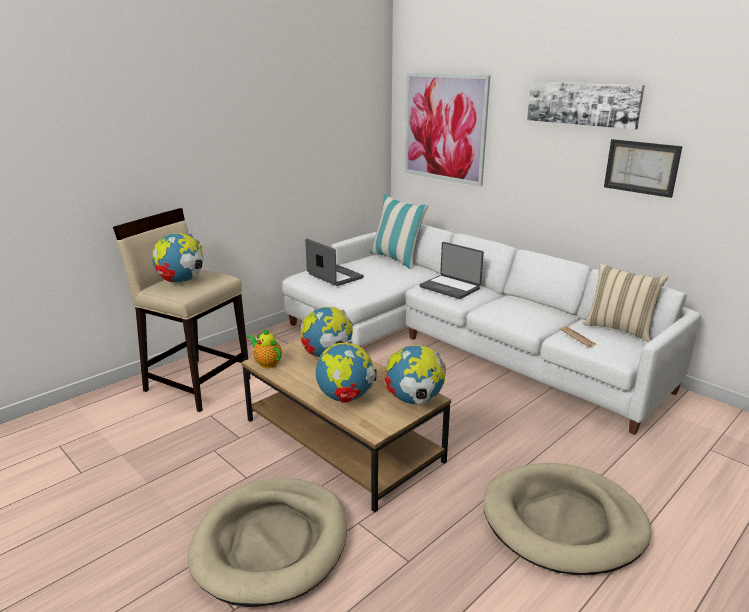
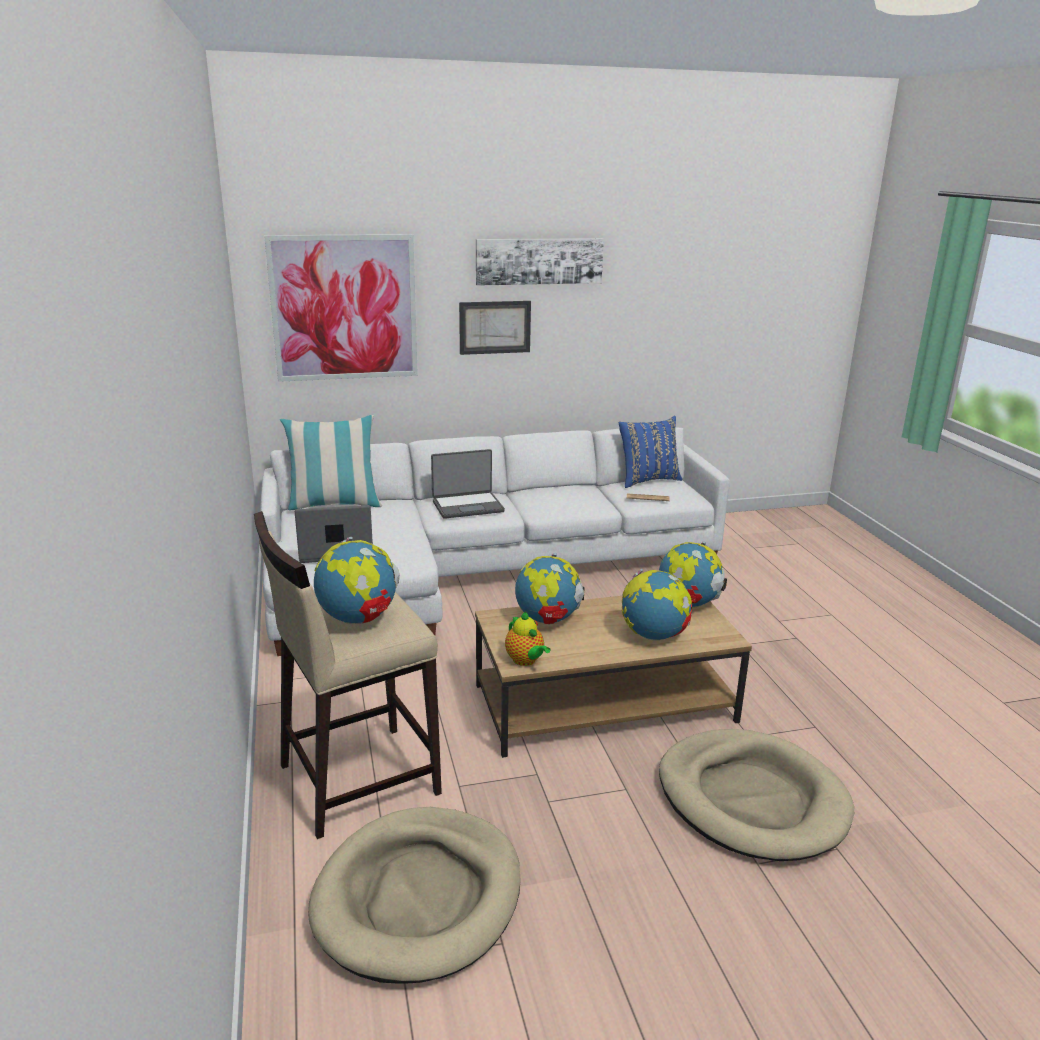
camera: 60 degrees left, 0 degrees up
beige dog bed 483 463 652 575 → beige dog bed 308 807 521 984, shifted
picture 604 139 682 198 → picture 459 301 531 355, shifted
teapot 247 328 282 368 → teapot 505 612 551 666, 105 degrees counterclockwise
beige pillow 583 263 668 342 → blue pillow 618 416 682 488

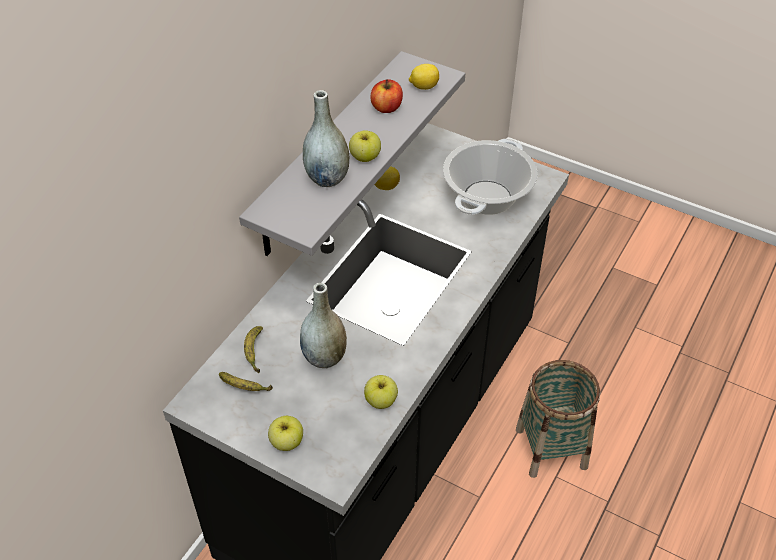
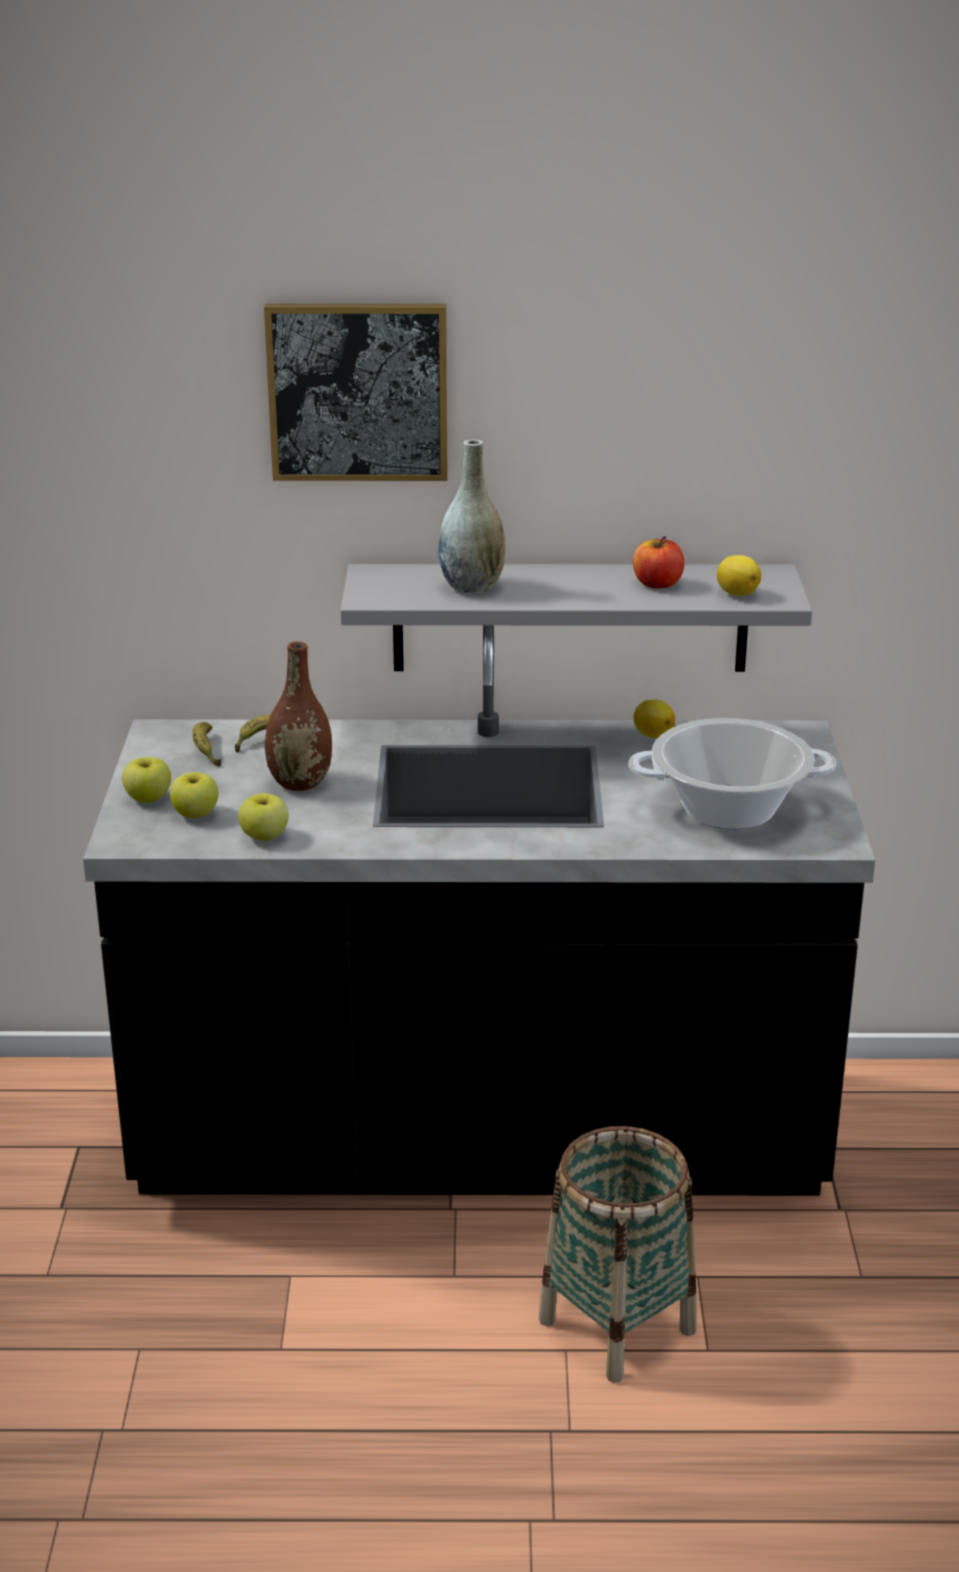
camera: 60 degrees right, 20 degrees down
apple 349 130 381 162 → apple 170 772 219 818, shifted
- → picture 264 304 448 481
grey vase 300 283 347 368 → brown vase 265 642 332 791

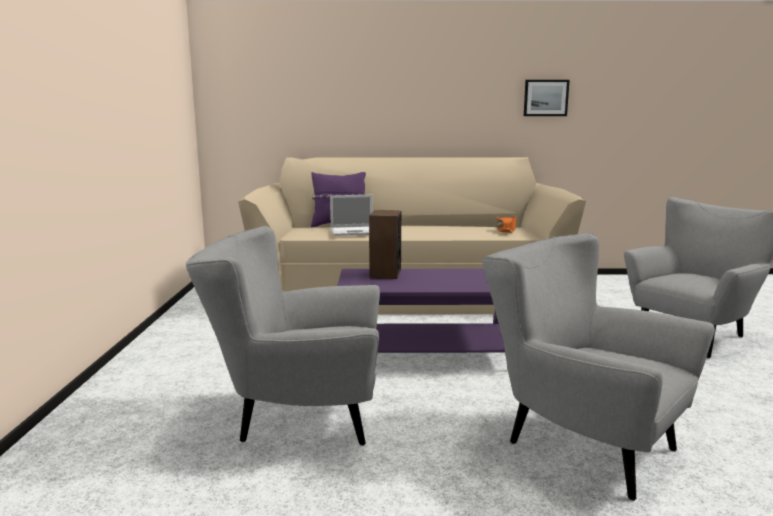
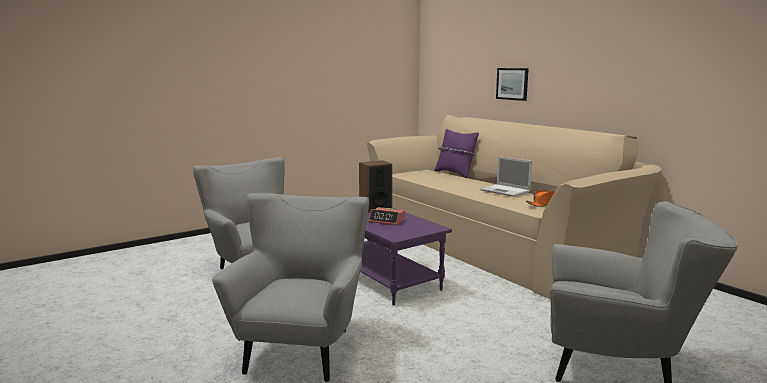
camera: 55 degrees right, 0 degrees up
- → alarm clock 369 207 405 225
laptop 330 195 373 236 → laptop 481 156 532 197, shifted
picture 524 80 570 116 → picture 496 68 529 101, shifted

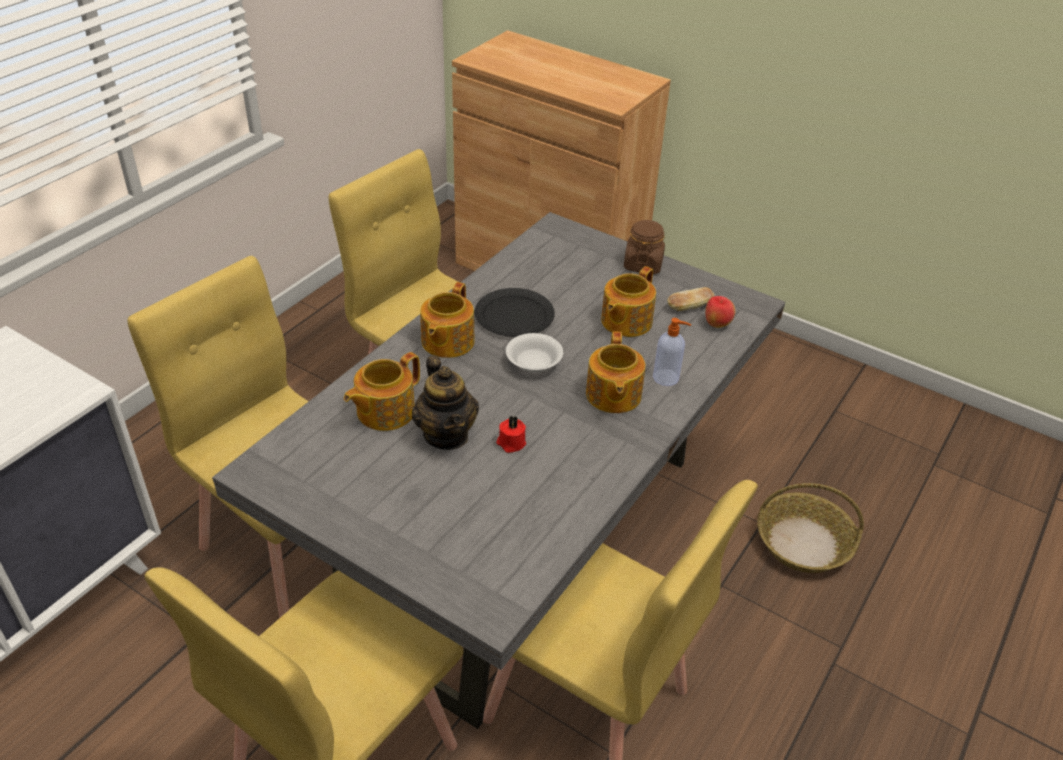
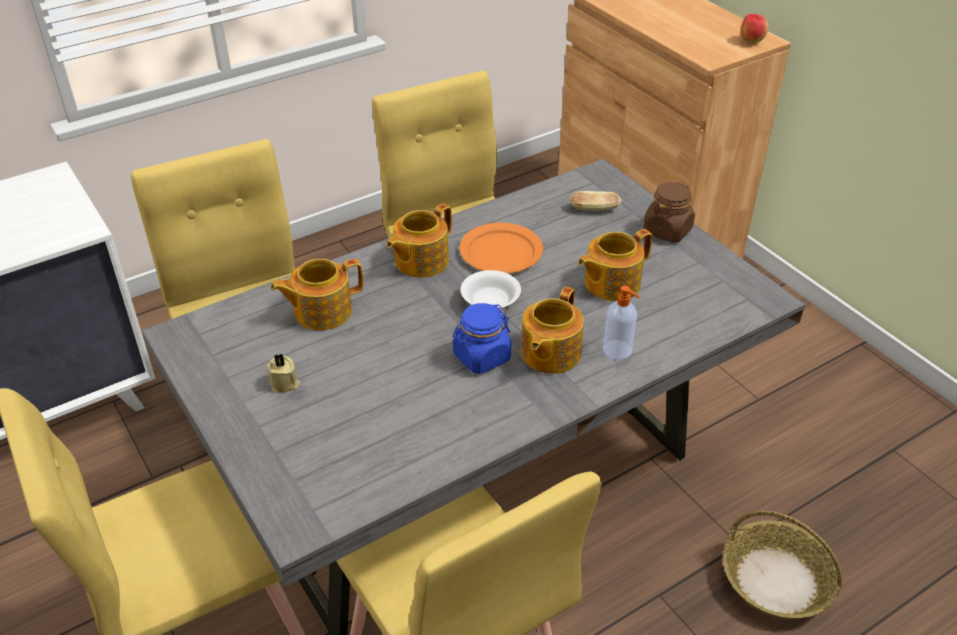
camera: 25 degrees right, 0 degrees up
- → beige candle 267 354 300 393
- → blue jar 452 303 511 374
black plate 475 288 555 337 → orange plate 459 223 543 273
bread 667 287 715 311 → bread 570 191 621 211, shifted
apple 705 296 735 328 → apple 741 14 769 44, shifted
teapot 412 356 479 450 → -
red candle 496 416 526 453 → -

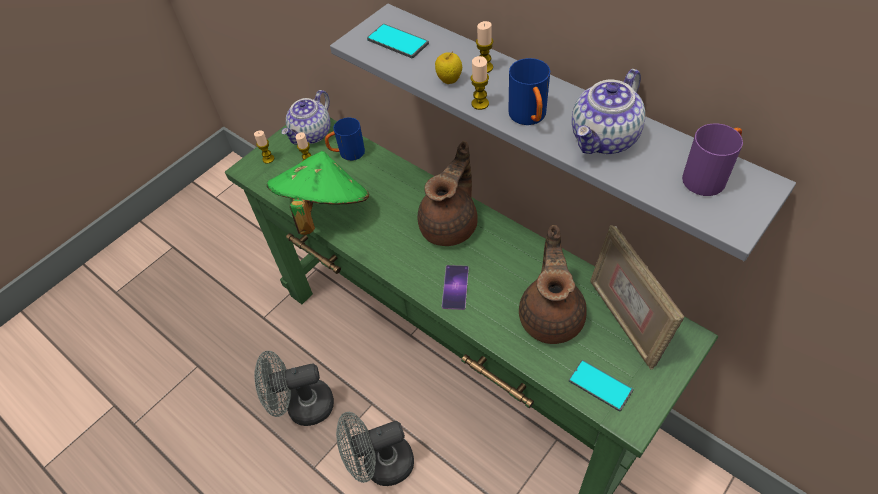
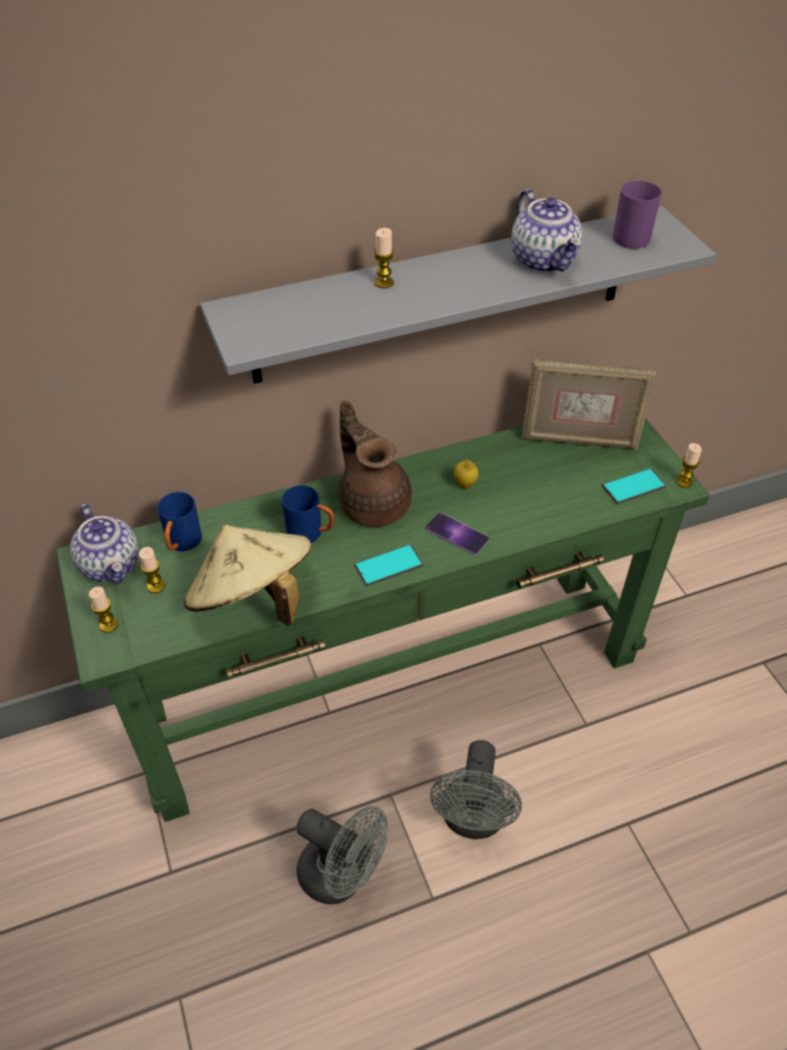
camera: 65 degrees left, 5 degrees down
green hat 267 151 369 235 → beige hat 184 525 311 626
blue mug 508 58 550 125 → blue mug 282 485 335 543, shifted
grey fan 254 351 334 426 → grey fan 297 806 388 904, 75 degrees counterclockwise
phone 367 24 429 58 → phone 355 544 423 586, shifted
apple 435 51 462 84 → apple 454 459 479 489, shifted
candle 470 56 489 110 → candle 676 443 702 488, shifted
brown teapot 519 225 587 344 → -

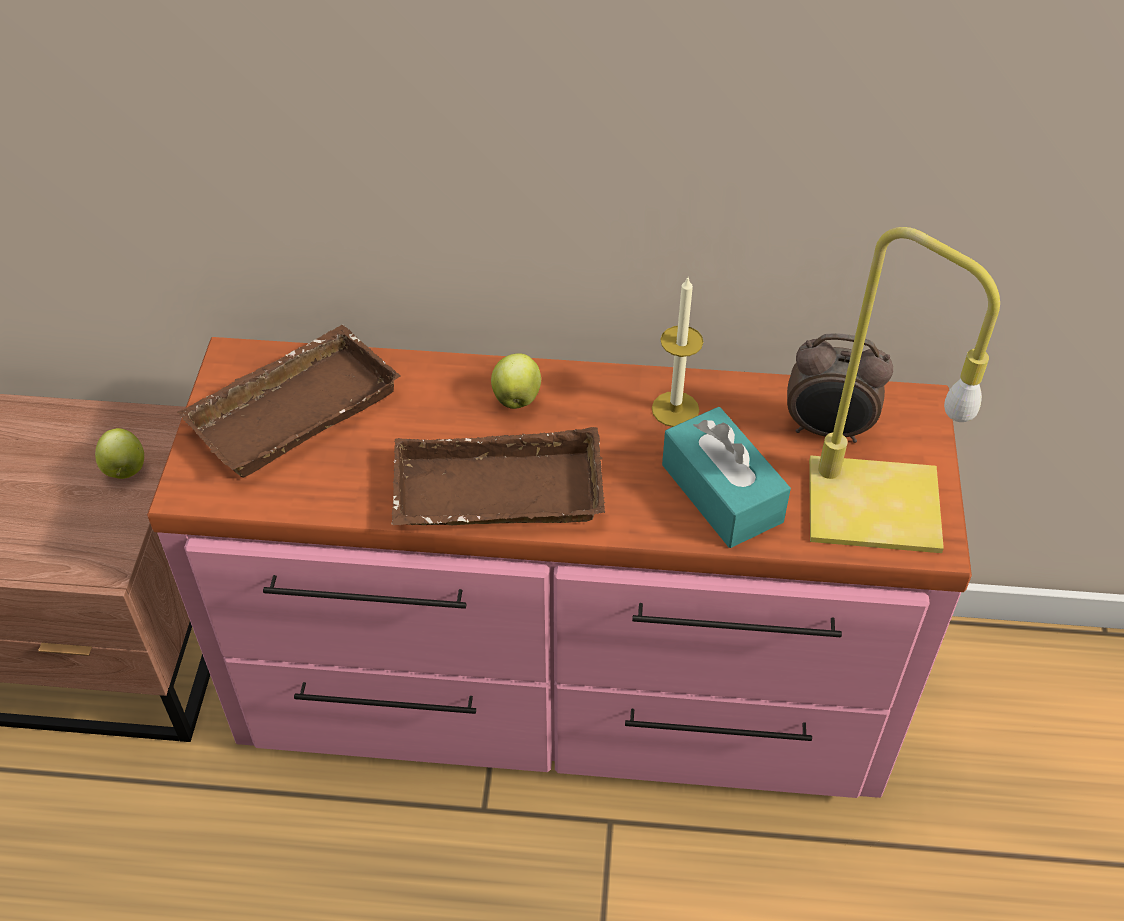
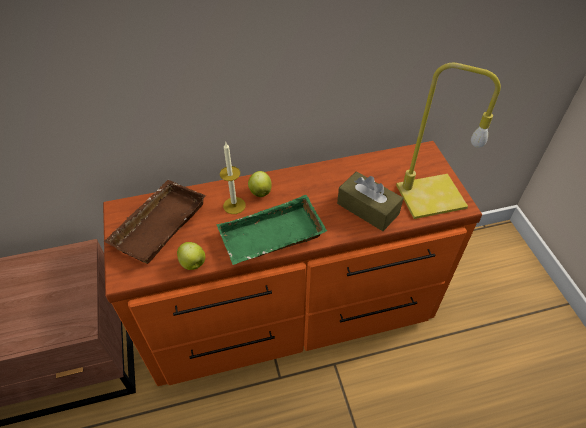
camera: 20 degrees left, 0 degrees up
pink dresser 147 337 972 798 → orange dresser 103 141 482 386
apple 95 428 144 479 → apple 177 242 205 270, shifted
brown tray 392 427 605 525 → green tray 217 195 327 265
candle 652 278 703 427 → candle 220 143 246 214, shifted
turquoise tissue box 662 407 791 548 → brown tissue box 337 171 403 231
alarm clock 787 333 893 443 → -

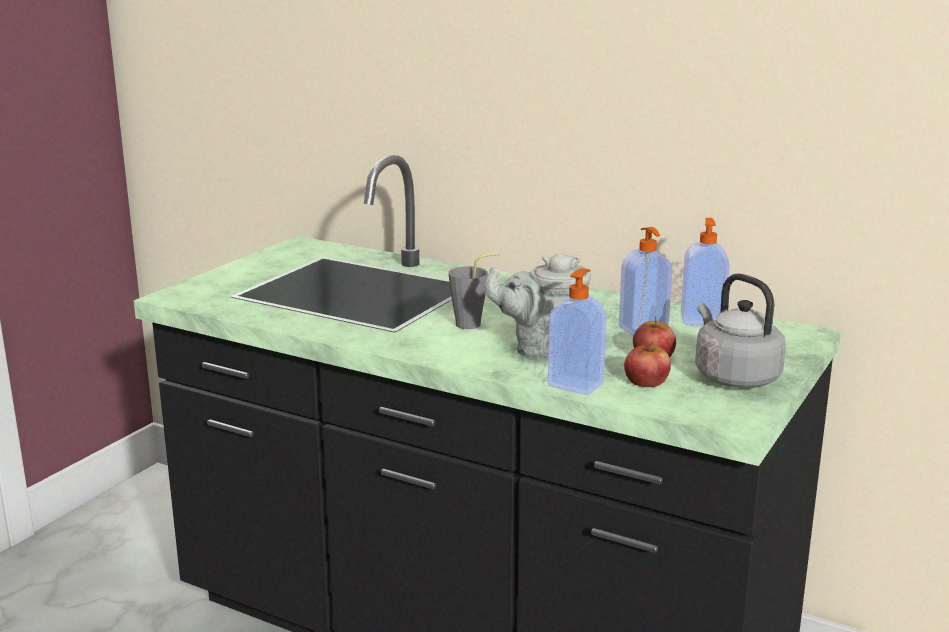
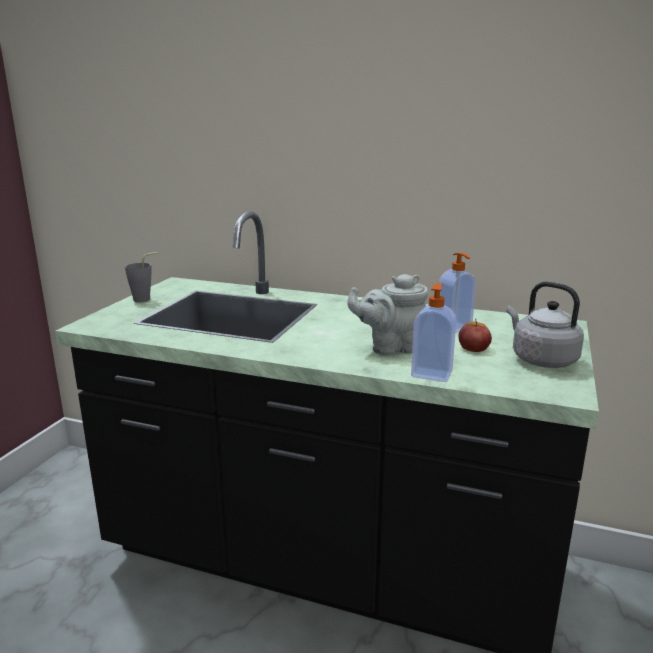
camera: 10 degrees left, 0 degrees up
grey cup 448 253 499 329 → grey cup 124 252 159 302, shifted
apple 624 341 671 387 → -
soap dispenser 681 218 730 325 → -

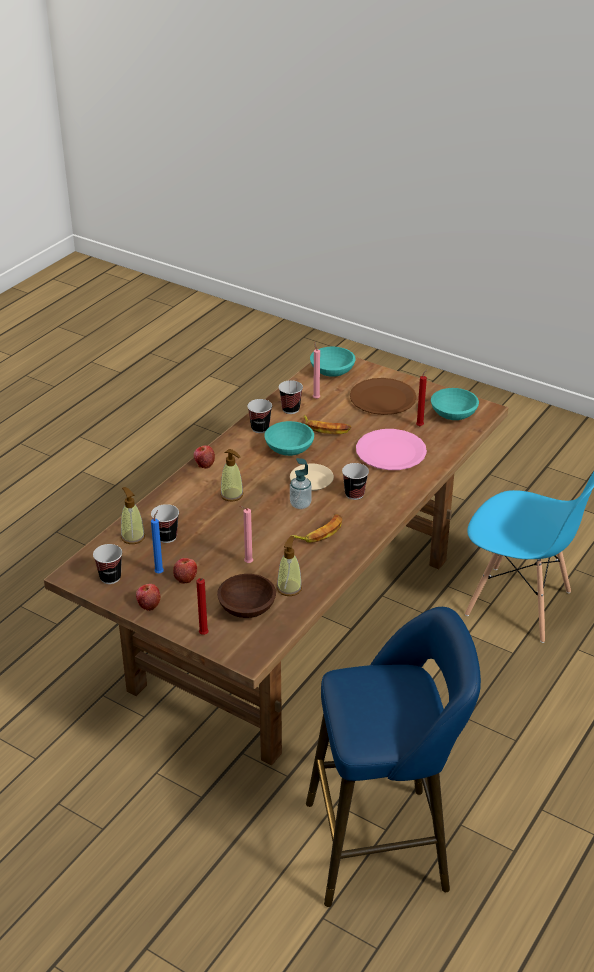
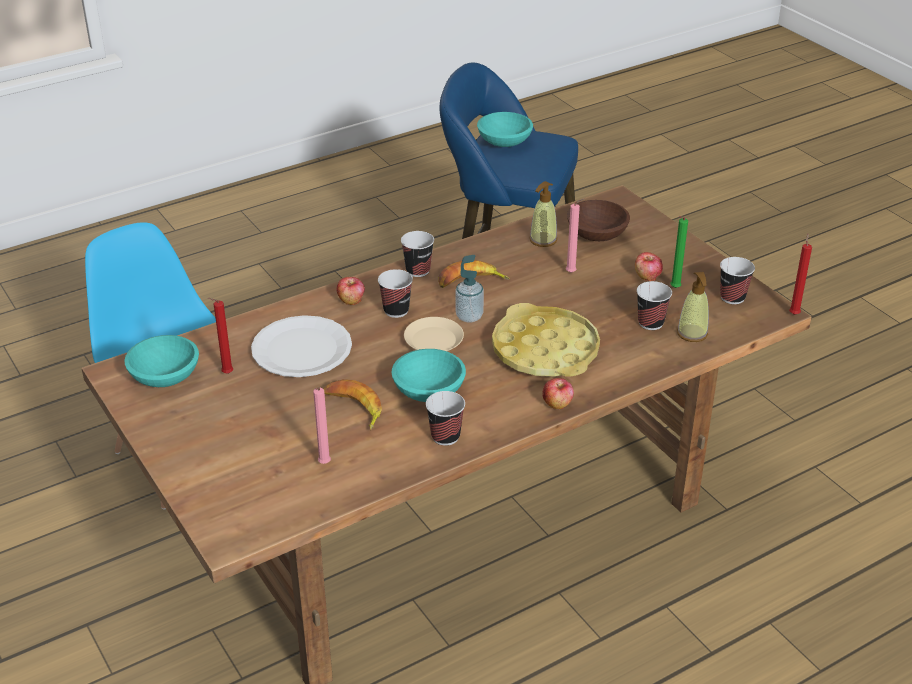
camera: 155 degrees left, 0 degrees up
pink plate 356 429 427 470 → white plate 251 315 352 377
apple 136 584 161 611 → apple 337 277 365 305, shifted
cup 279 380 303 414 → cup 401 231 434 277, shifted
turquoise bowl 310 347 356 377 → turquoise bowl 477 112 533 147, shifted
soap dispenser 220 449 244 502 → yellow tray 492 303 600 377
blue candle 151 510 164 573 → green candle 670 216 688 288
red candle 196 578 209 635 → red candle 789 233 812 315, shifted
brown plate 350 378 417 415 → -

